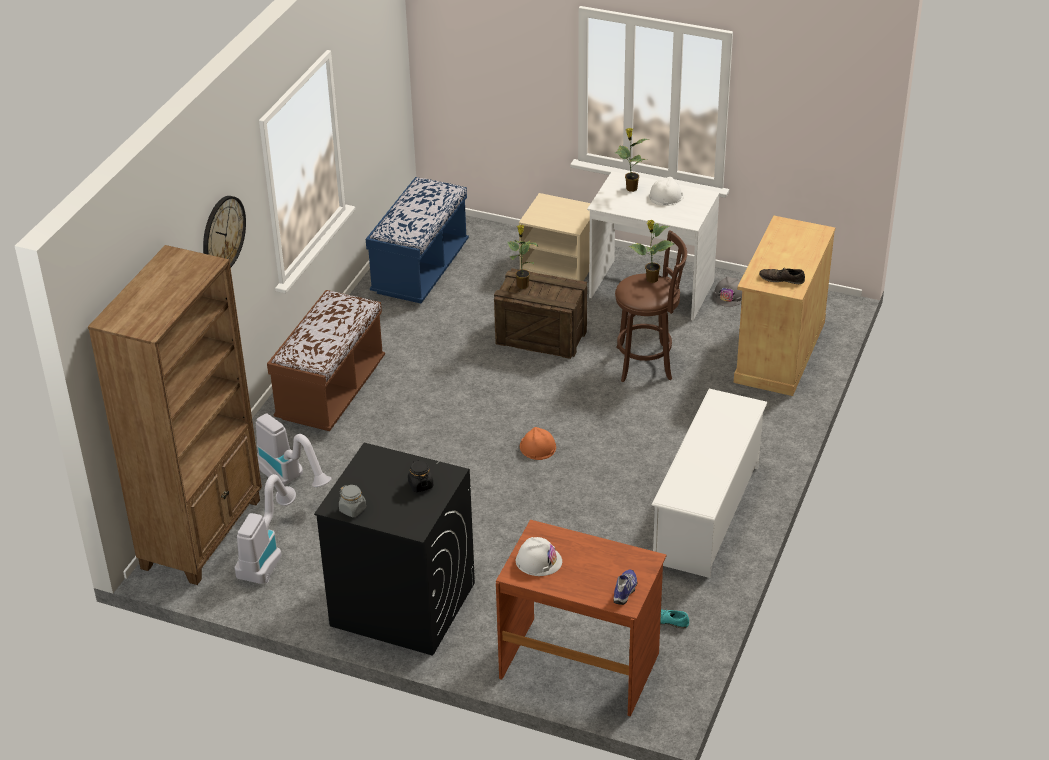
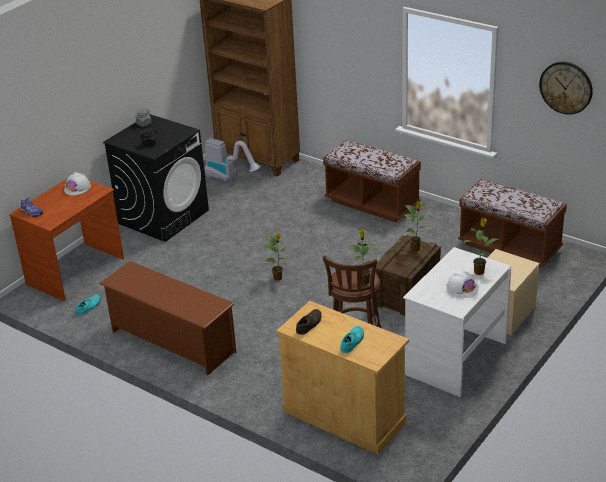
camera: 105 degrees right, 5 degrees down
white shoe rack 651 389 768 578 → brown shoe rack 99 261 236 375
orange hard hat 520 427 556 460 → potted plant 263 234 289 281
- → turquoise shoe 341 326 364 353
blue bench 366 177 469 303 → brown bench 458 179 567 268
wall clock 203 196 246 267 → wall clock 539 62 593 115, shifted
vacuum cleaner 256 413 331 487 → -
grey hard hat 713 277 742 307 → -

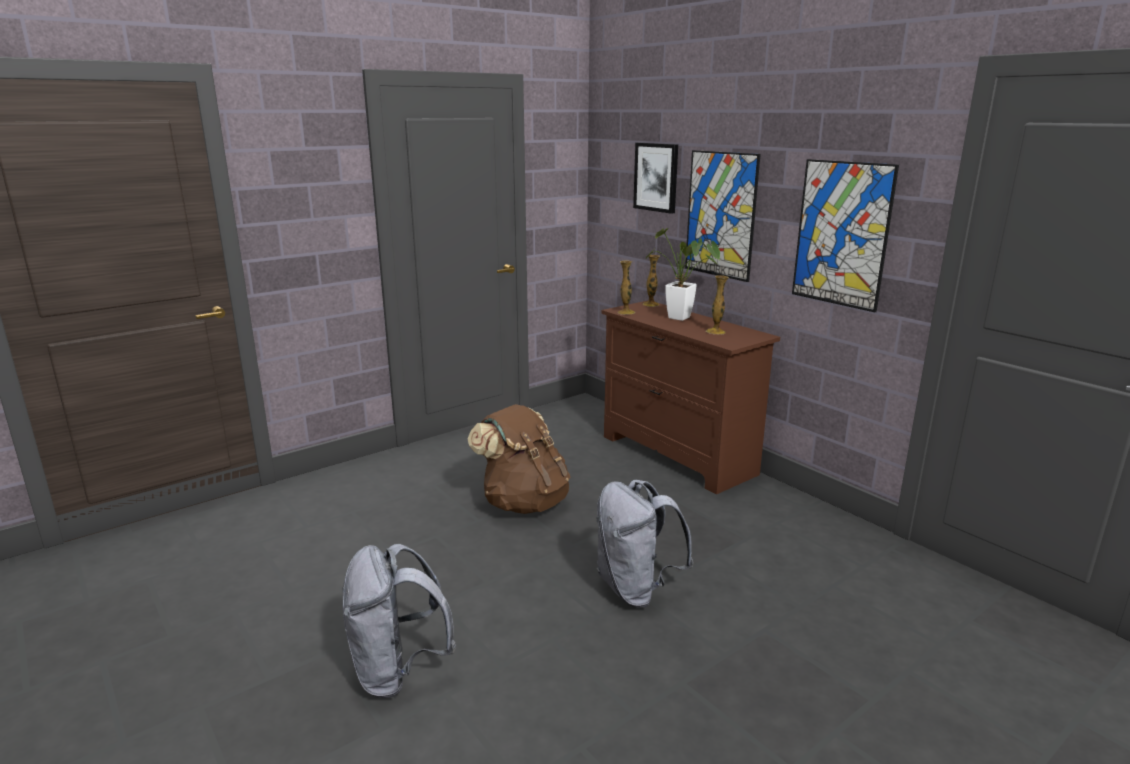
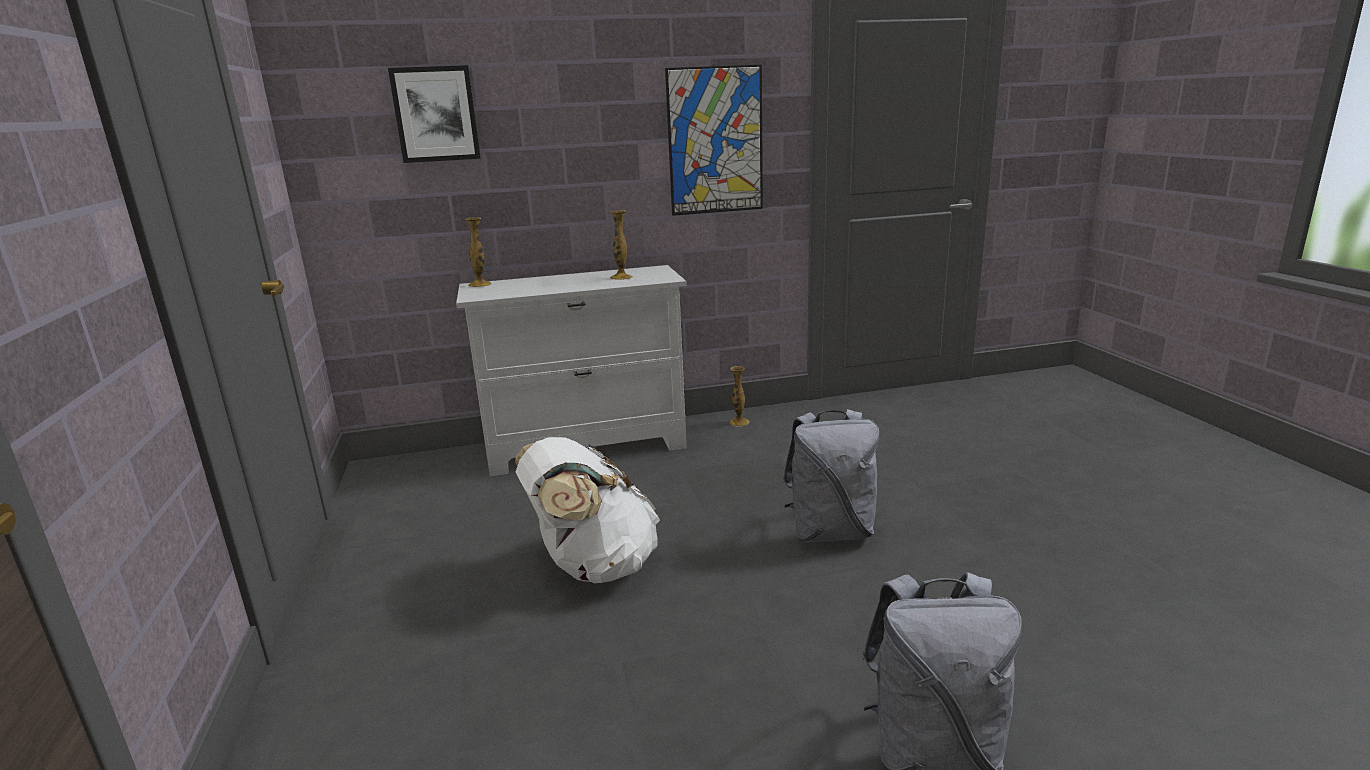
camera: 65 degrees left, 0 degrees up
brown dresser 601 300 780 494 → white dresser 456 265 687 476
brown backpack 468 404 570 514 → white backpack 515 437 660 584
vase 617 261 635 315 → vase 730 366 750 427, shifted
potted plant 646 228 720 321 → -
picture 685 150 761 282 → -

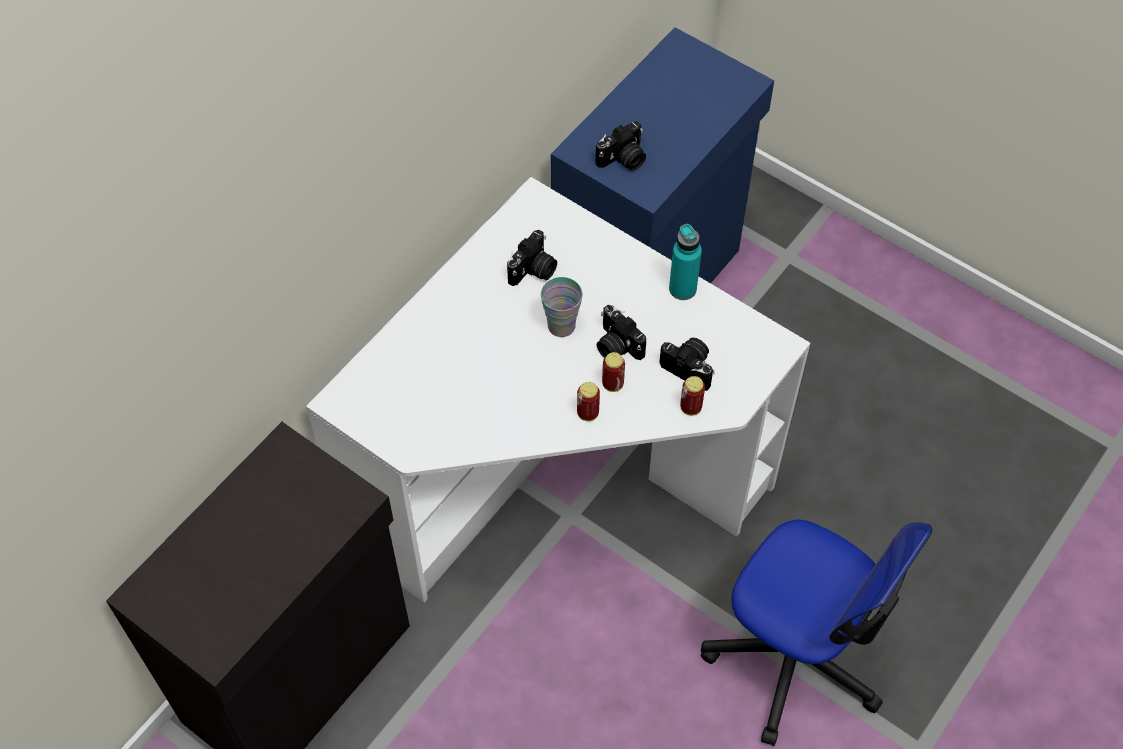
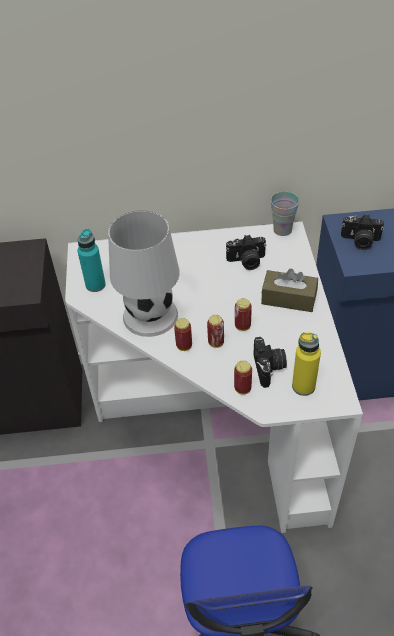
camera: 50 degrees right, 10 degrees down
turquoise bottle 669 224 702 300 → turquoise bottle 77 229 106 292, shifted
- → white table lamp 108 210 180 337
photo camera 597 305 646 360 → can 235 298 252 331
- → brown tissue box 261 268 318 312
cup 541 277 583 337 → cup 271 192 299 236, shifted
- → yellow bottle 292 332 321 396

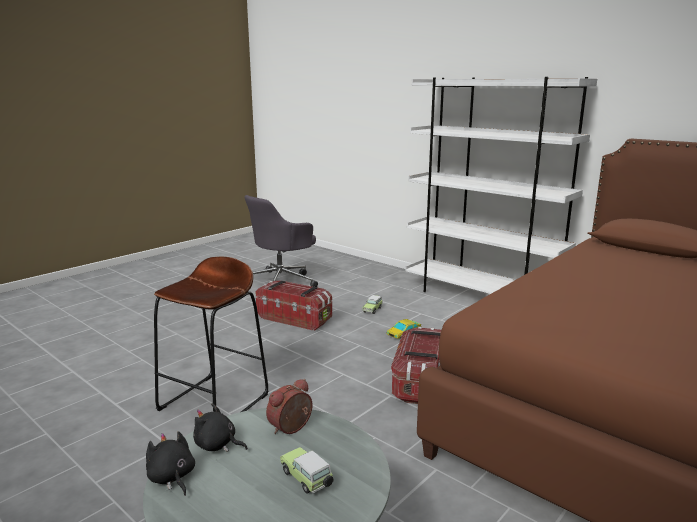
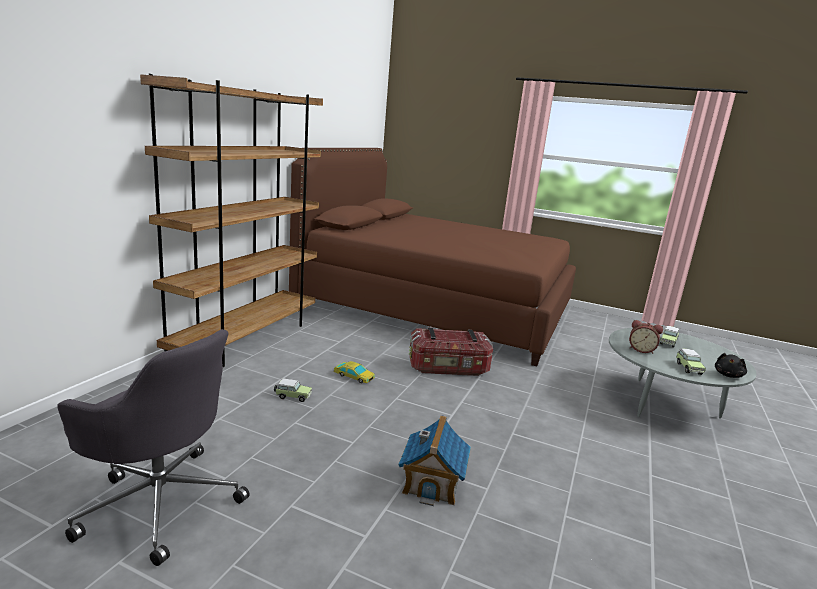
camera: 110 degrees left, 0 degrees up
white bookcase 405 77 597 294 → brown bookcase 140 74 323 367
- → toy house 398 415 471 506
black plush toy 193 403 248 452 → toy car 676 348 706 375
brown stool 154 257 269 412 → -
storage box 255 281 332 331 → -

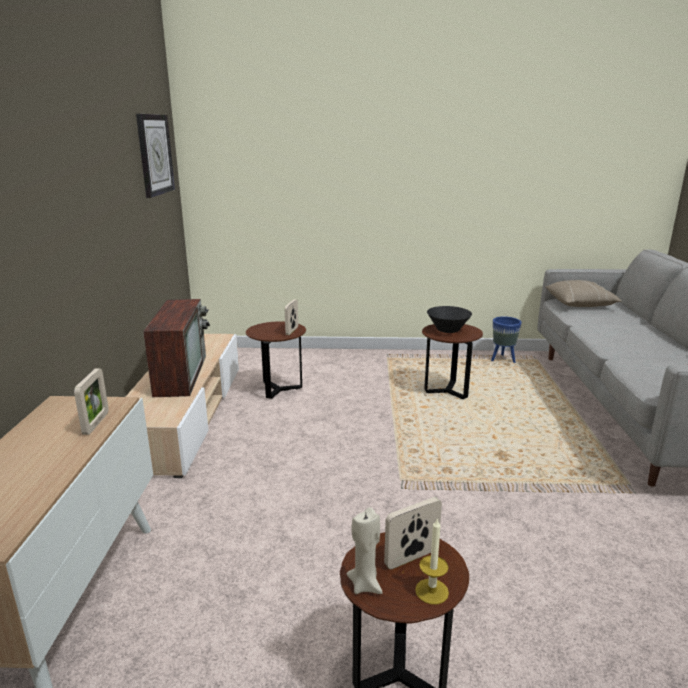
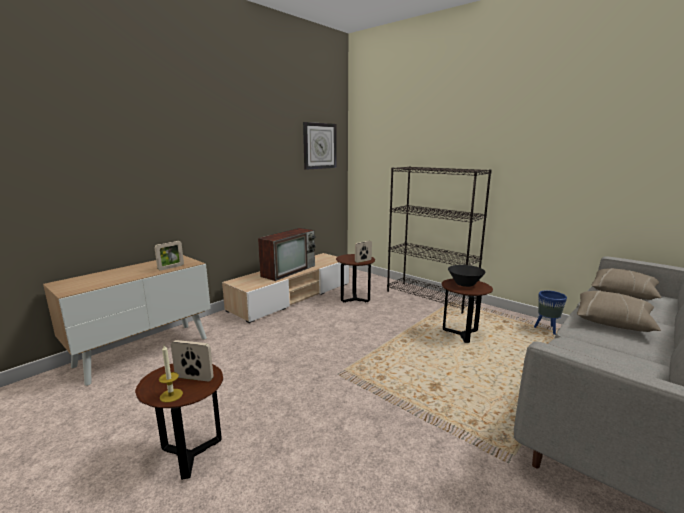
camera: 40 degrees right, 5 degrees down
- → black bookcase 387 166 492 314
- → beige pillow 577 291 661 332
beige candle 346 507 383 594 → -

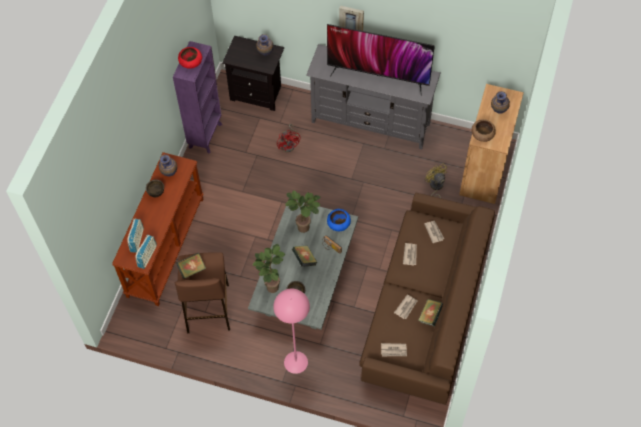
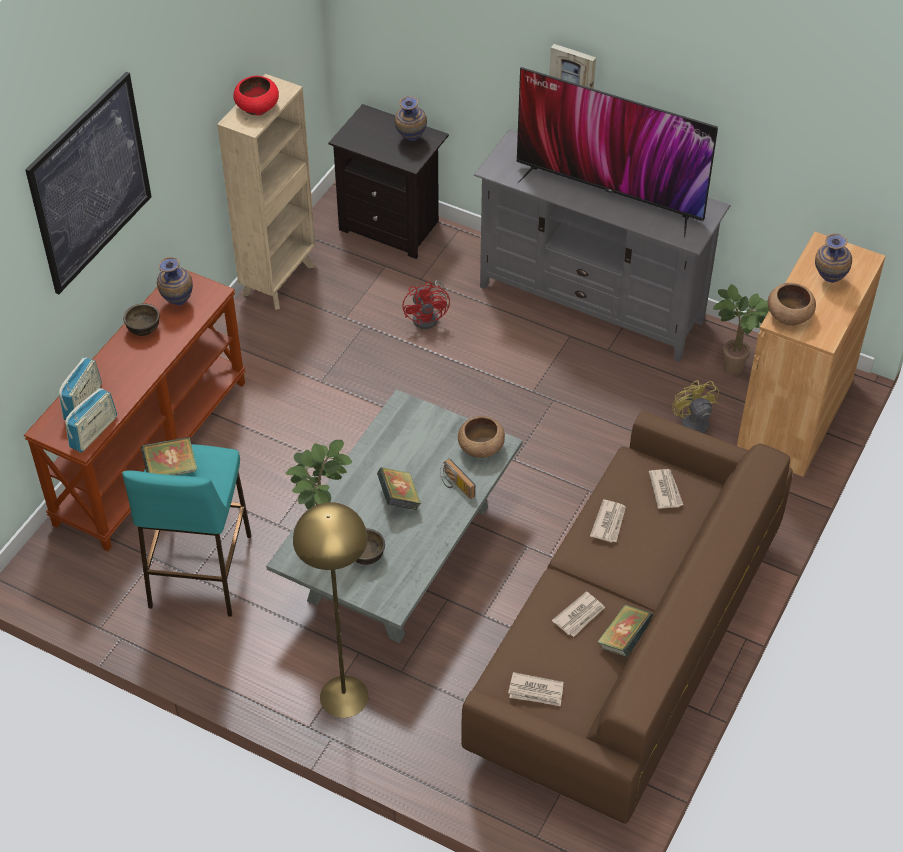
camera: 10 degrees right, 10 degrees down
- → picture 25 72 152 294
brown stool 175 252 230 333 → turquoise stool 122 444 252 617
purple bookcase 173 41 222 154 → beige bookcase 217 74 315 310
pink floor lamp 273 289 310 374 → yellow floor lamp 293 502 369 718
blue bowl 327 209 351 231 → brown bowl 458 416 505 458
potted plant 285 190 320 233 → potted plant 713 284 769 375, shifted

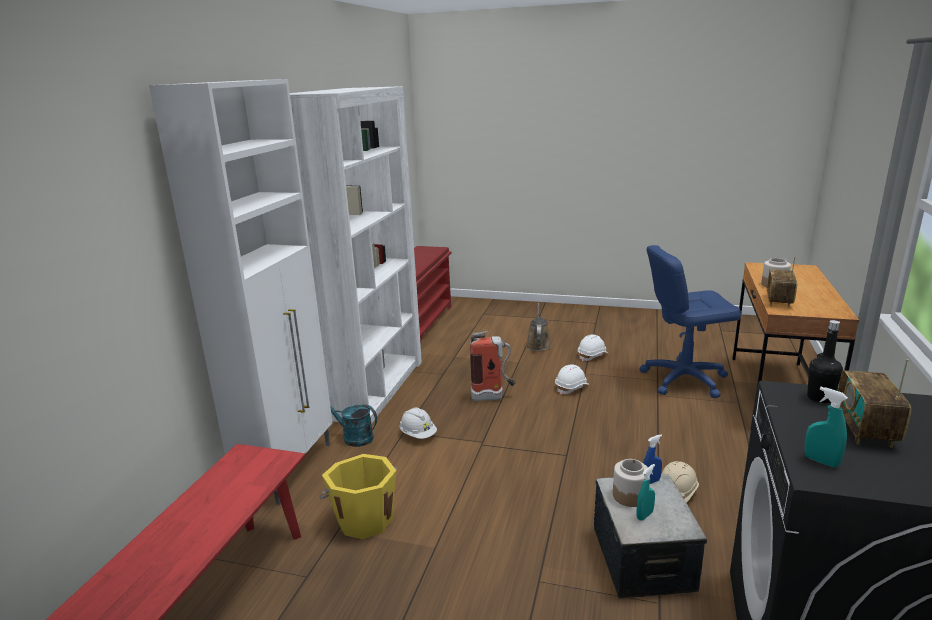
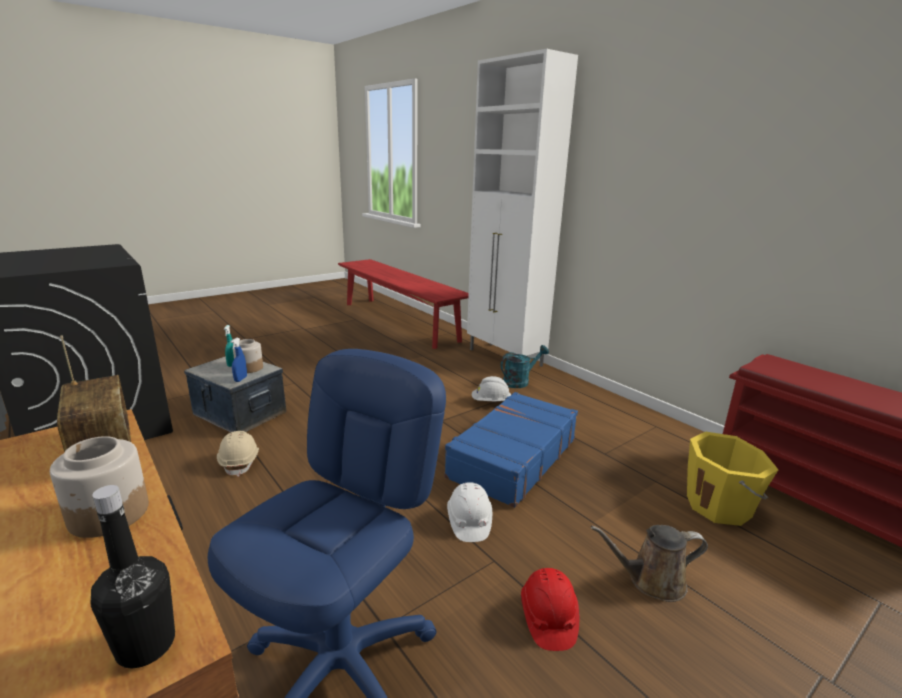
camera: 125 degrees right, 0 degrees up
black bottle 807 320 843 403 → black bottle 91 485 175 668, shifted
fire extinguisher 470 331 516 401 → blue suitcase 444 392 578 508
white hard hat 578 335 608 361 → red hard hat 521 568 579 651
brown watering can 526 303 551 351 → brown watering can 591 525 708 602, 135 degrees clockwise
yellow bucket 319 454 397 539 → yellow bucket 687 432 778 526, shifted
white bookcase 290 86 422 424 → -
turquoise spray bottle 805 387 848 468 → -
radio 838 359 911 448 → -

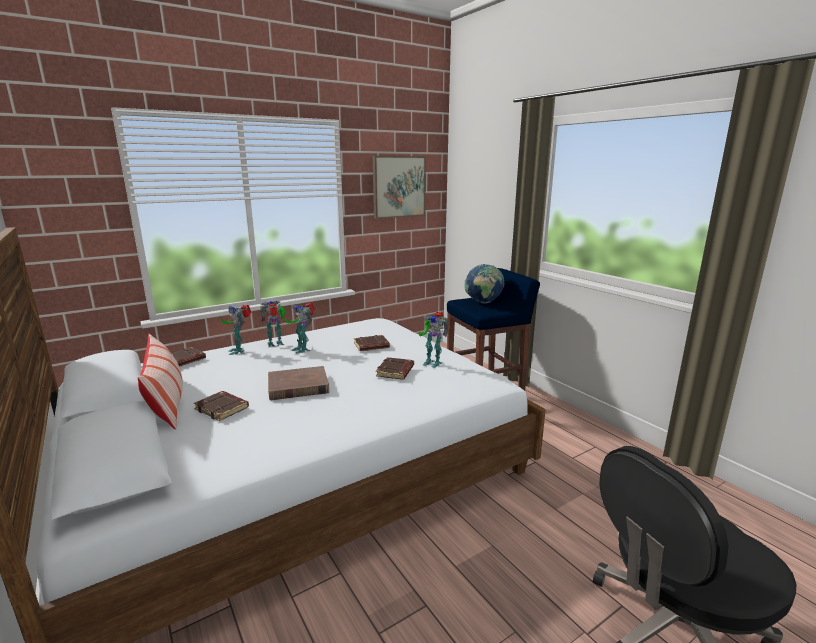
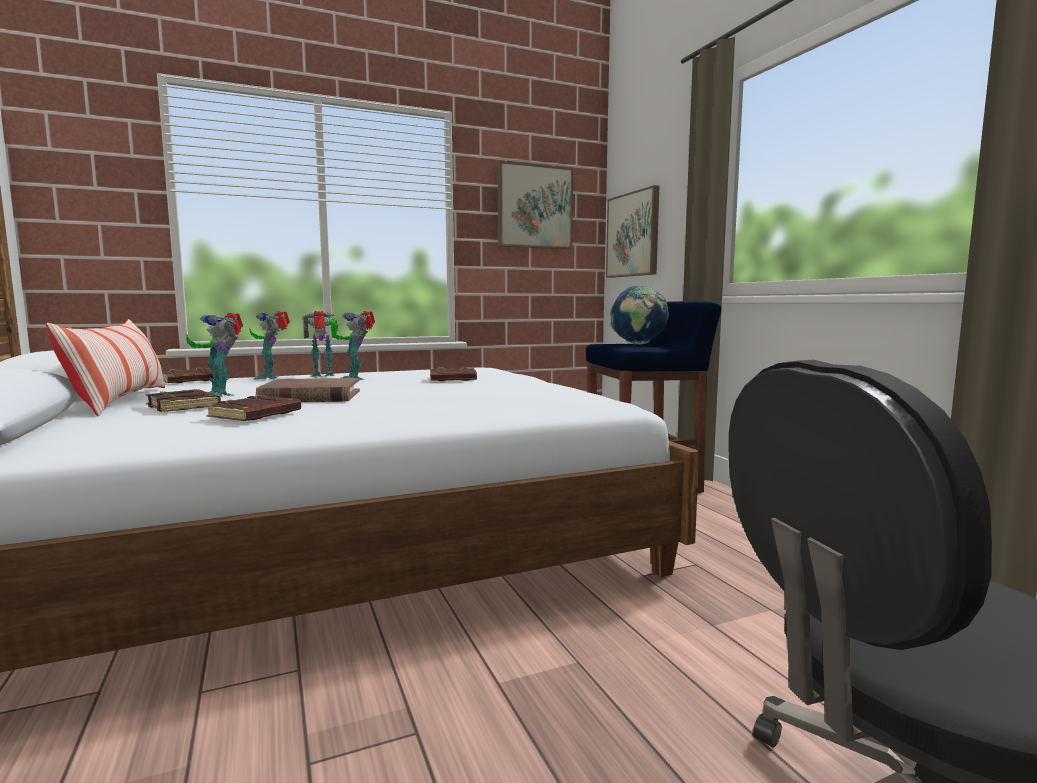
camera: 10 degrees right, 10 degrees down
toy robot 419 311 448 368 → toy robot 186 313 243 397, shifted
brown book 376 357 414 380 → brown book 206 395 301 421, shifted
- → picture 606 185 659 278

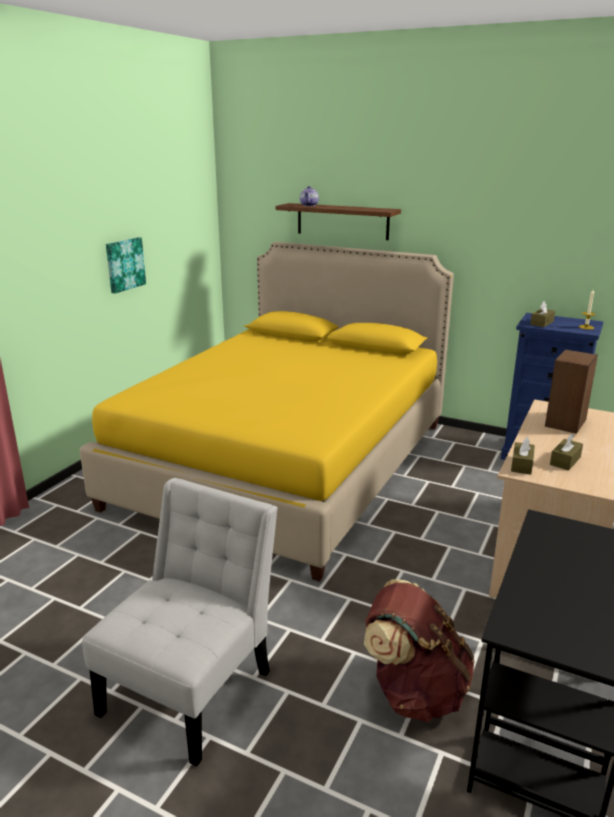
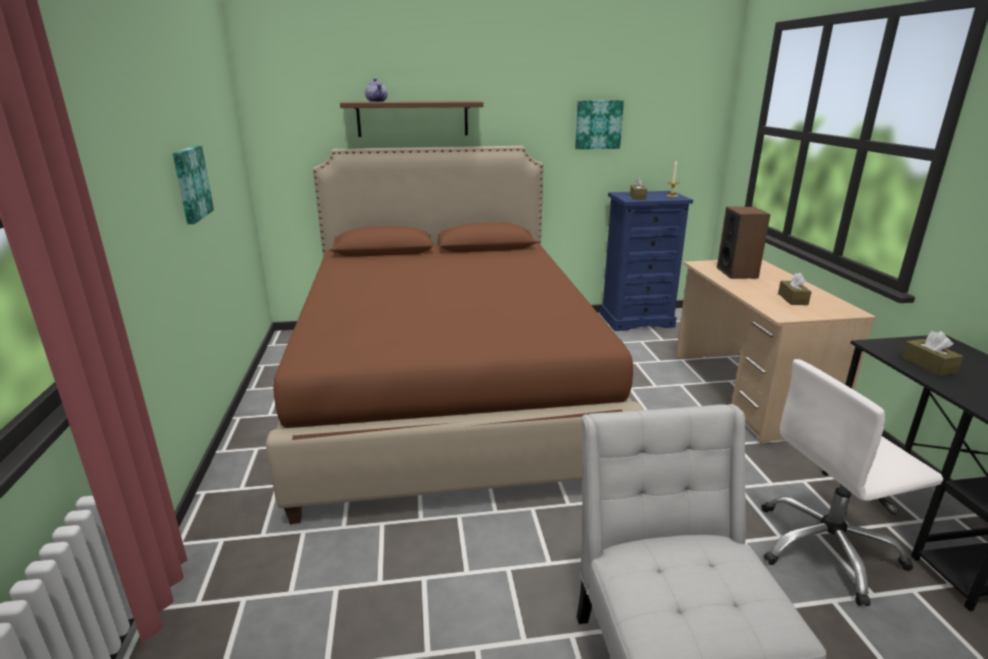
camera: 35 degrees left, 0 degrees up
yellow bed 80 242 454 582 → brown bed 266 146 644 524
- → picture 575 100 624 149
brown backpack 364 579 475 722 → white office chair 761 359 943 606
brown tissue box 511 437 535 475 → brown tissue box 902 331 963 376, shifted

